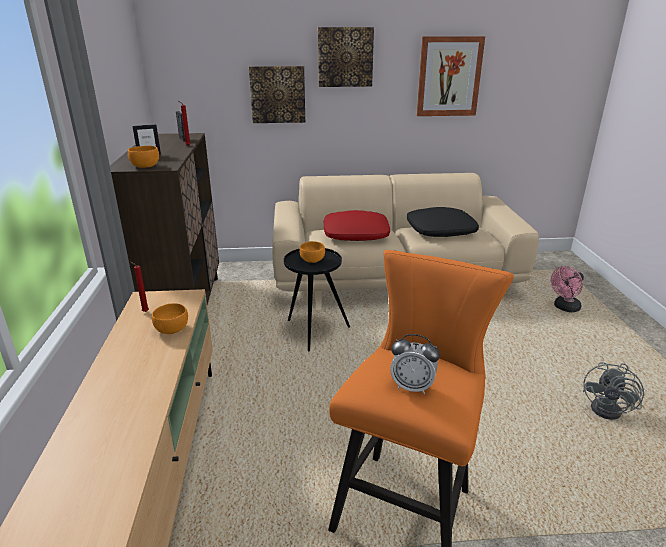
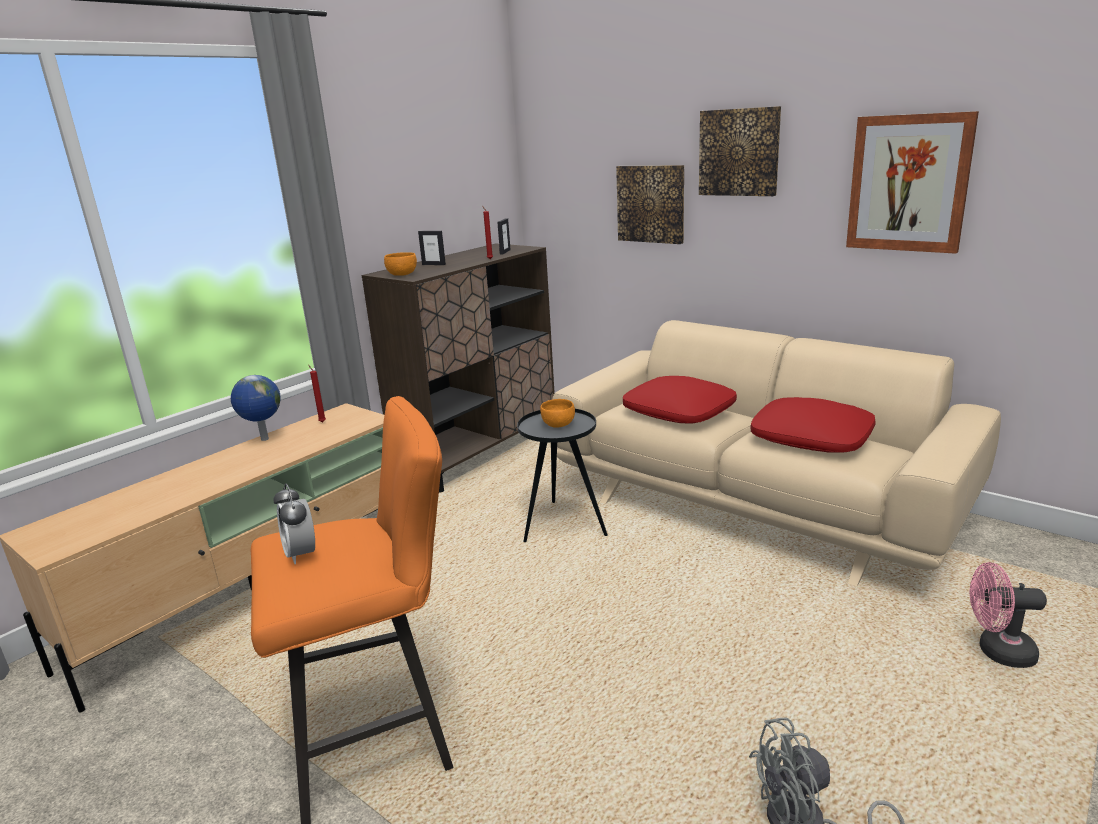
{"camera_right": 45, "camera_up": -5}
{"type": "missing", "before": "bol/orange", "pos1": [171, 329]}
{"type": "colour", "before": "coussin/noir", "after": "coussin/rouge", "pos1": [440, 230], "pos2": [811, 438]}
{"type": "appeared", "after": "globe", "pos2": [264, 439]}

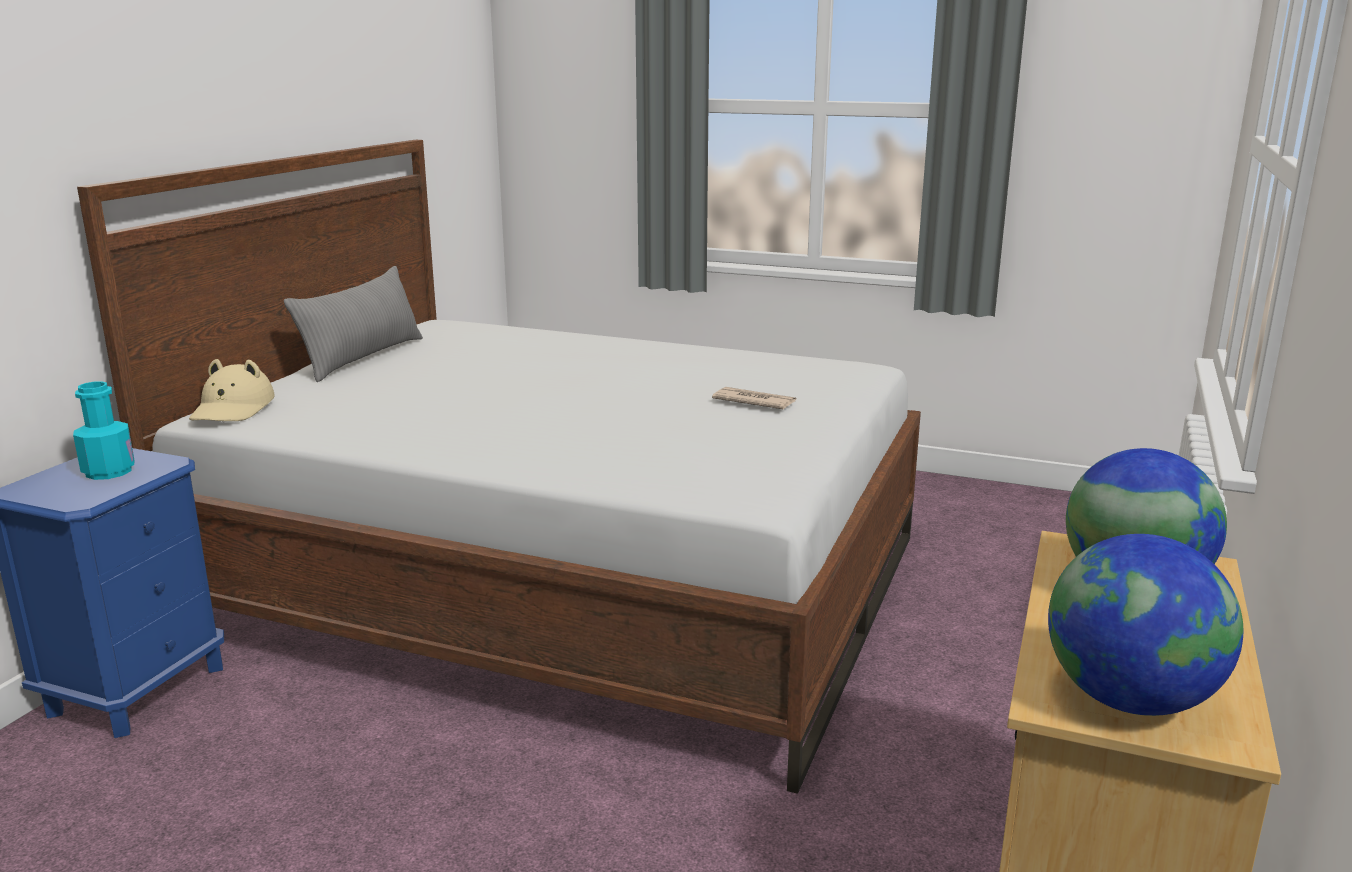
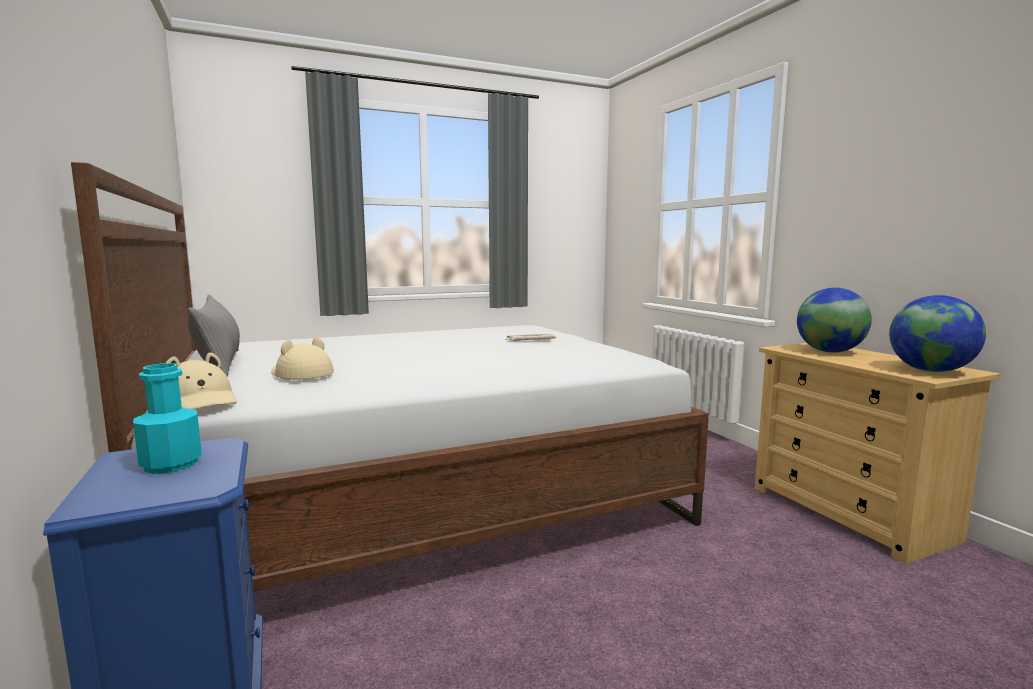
{"camera_right": -45, "camera_up": -10}
{"type": "appeared", "after": "chapeau/beige", "pos2": [300, 374]}

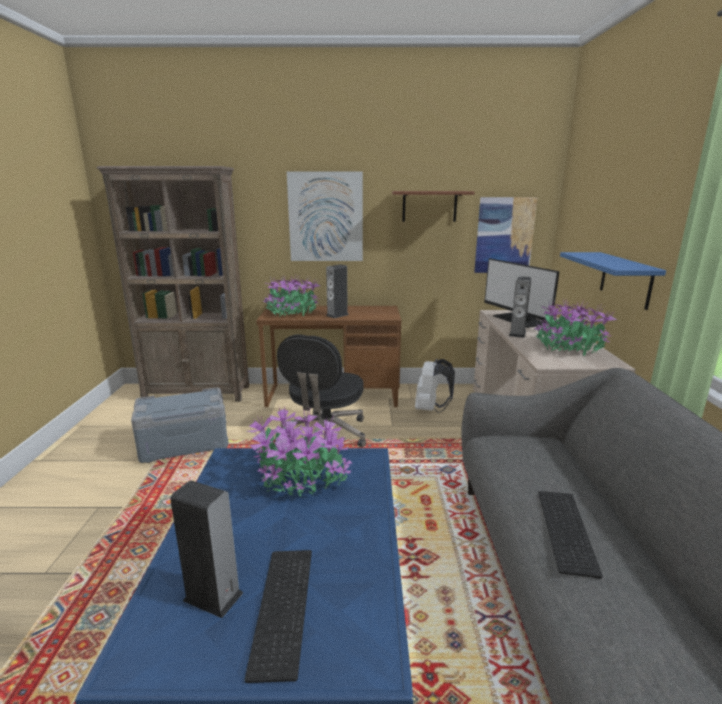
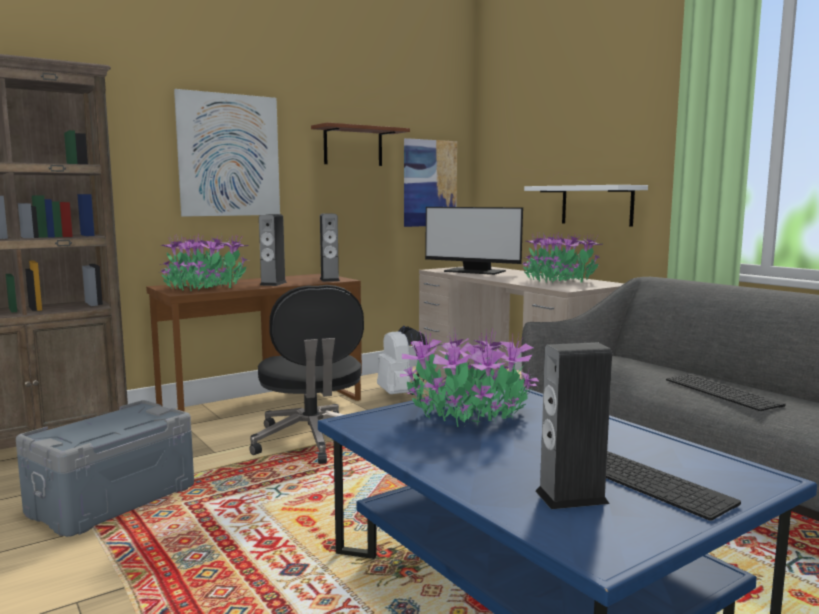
{"camera_right": -35, "camera_up": -10}
{"type": "relocated", "before": "enceinte", "pos1": [517, 333], "pos2": [329, 279]}
{"type": "colour", "before": "étagère/bleu", "after": "étagère/blanc", "pos1": [625, 279], "pos2": [596, 205]}

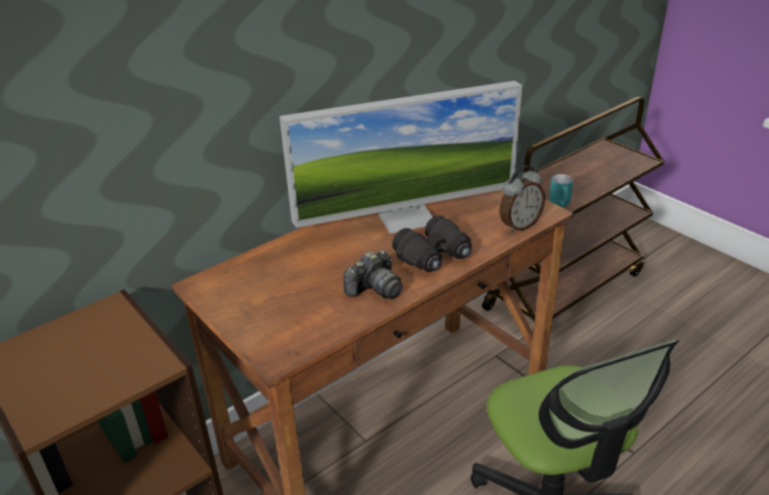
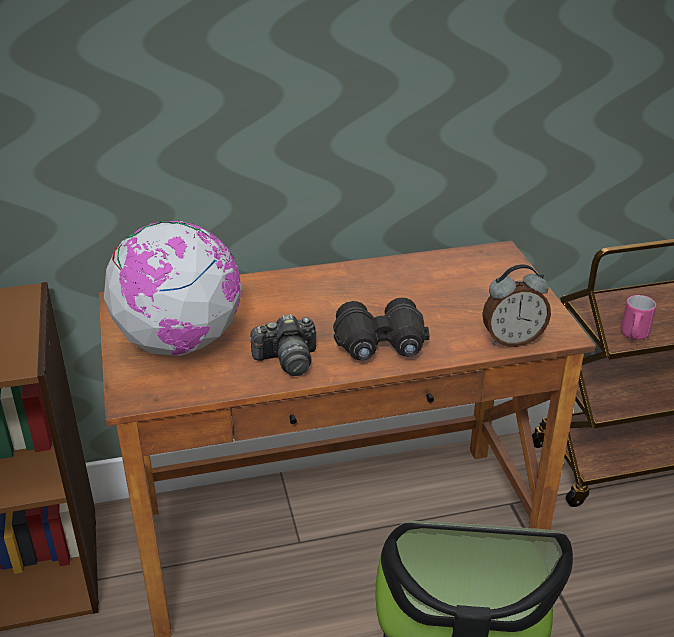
{"camera_right": 25, "camera_up": 0}
{"type": "missing", "before": "écran d'ordinateur", "pos1": [405, 218]}
{"type": "colour", "before": "mug/turquoise", "after": "mug/rose", "pos1": [560, 204], "pos2": [634, 336]}
{"type": "appeared", "after": "globe", "pos2": [180, 342]}

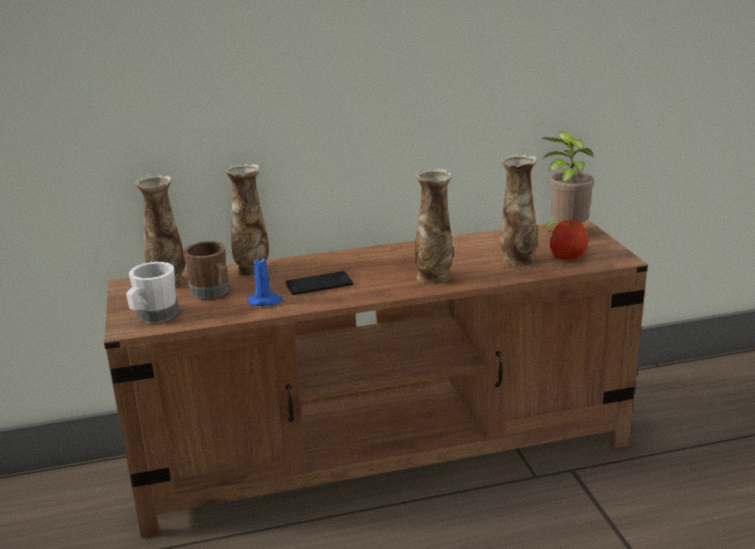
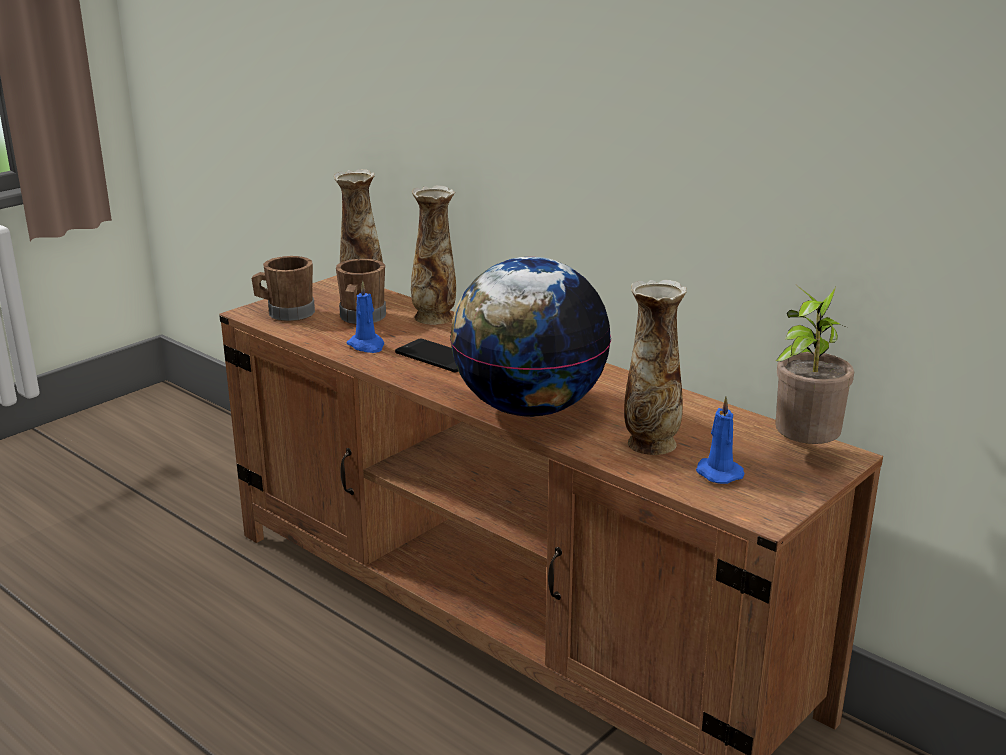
{"camera_right": 55, "camera_up": 0}
{"type": "colour", "before": "mug/blanc", "after": "mug/marron", "pos1": [154, 316], "pos2": [286, 313]}
{"type": "exchanged", "before": "vase", "after": "globe", "pos1": [433, 278], "pos2": [528, 408]}
{"type": "exchanged", "before": "pomme", "after": "bougie/bleu", "pos1": [568, 255], "pos2": [717, 473]}

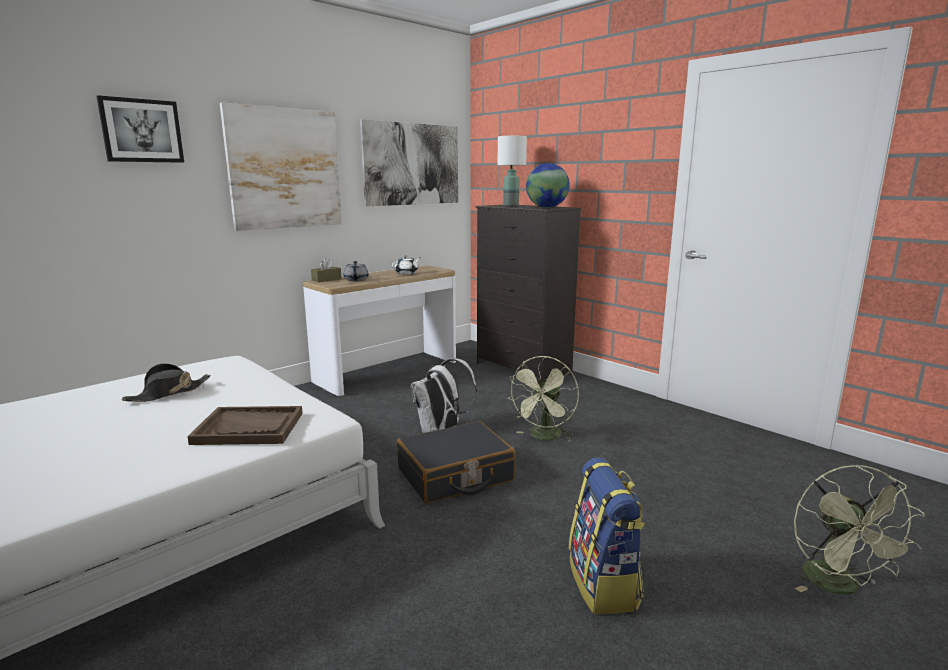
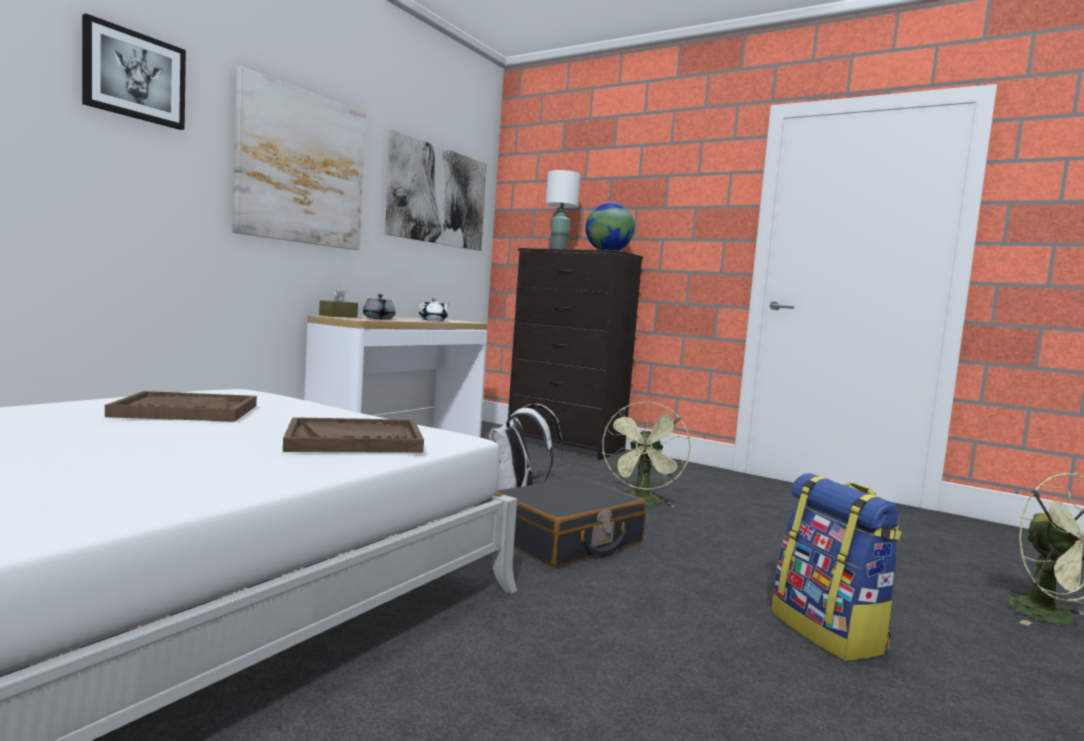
{"camera_right": -15, "camera_up": -10}
{"type": "exchanged", "before": "chapeau/noir", "after": "plateau/marron", "pos1": [168, 393], "pos2": [186, 411]}

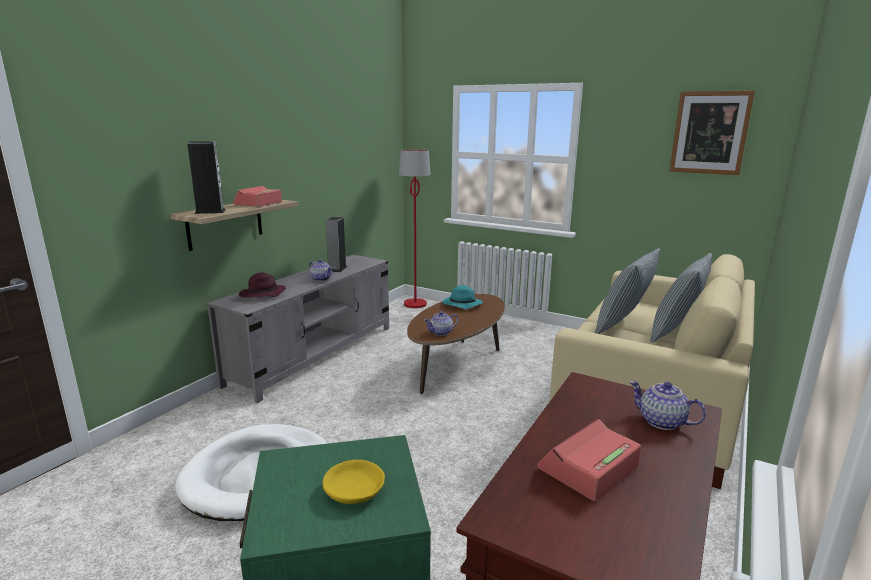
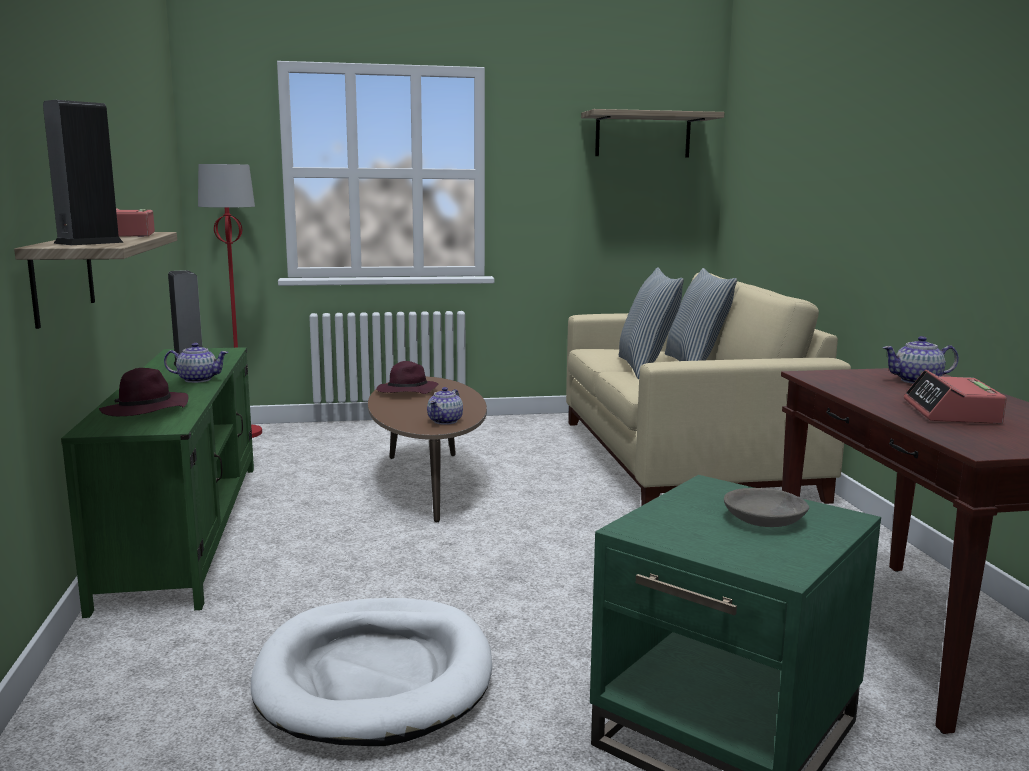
{"camera_right": -40, "camera_up": -5}
{"type": "colour", "before": "meuble télé/gris", "after": "meuble télé/vert", "pos1": [315, 354], "pos2": [186, 527]}
{"type": "colour", "before": "bol/jaune", "after": "bol/gris", "pos1": [354, 491], "pos2": [765, 519]}
{"type": "colour", "before": "chapeau/turquoise", "after": "chapeau/violet", "pos1": [461, 304], "pos2": [406, 392]}
{"type": "exchanged", "before": "tableau", "after": "étagère", "pos1": [710, 133], "pos2": [643, 135]}

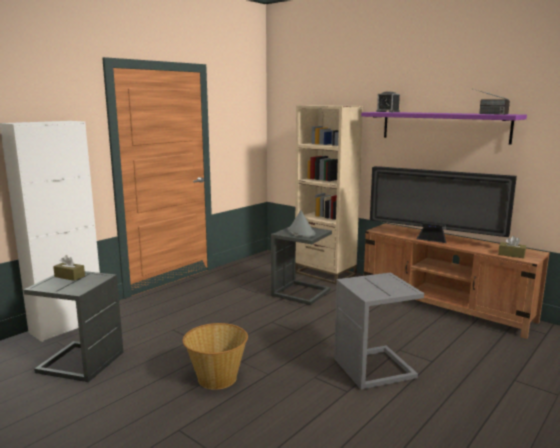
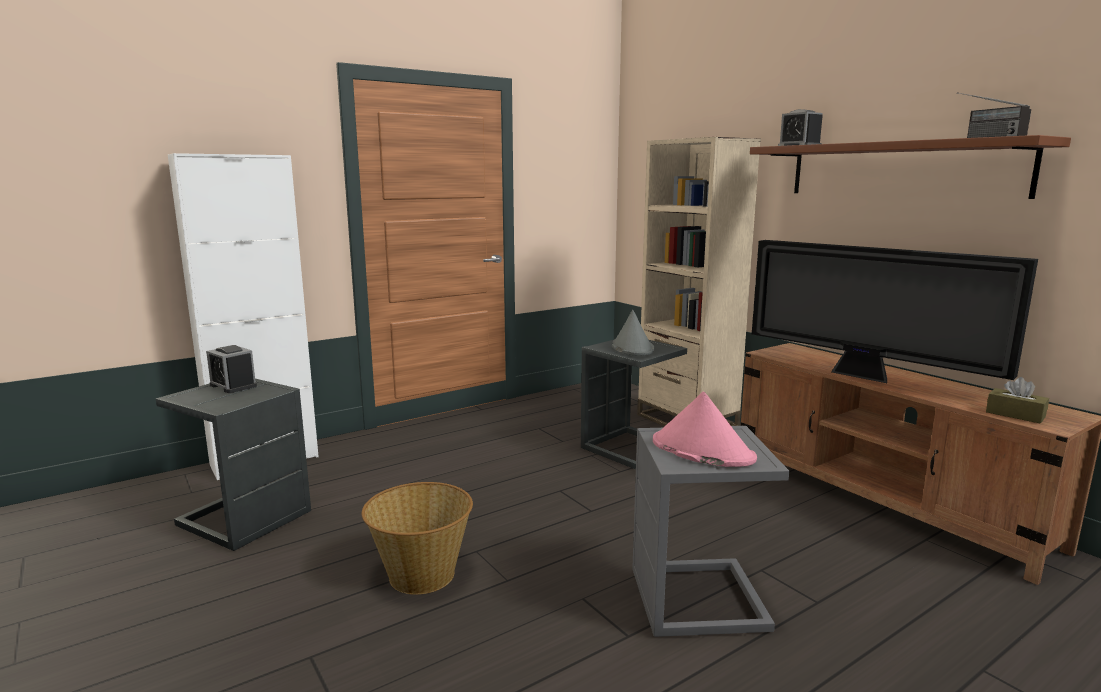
{"camera_right": 15, "camera_up": 0}
{"type": "exchanged", "before": "boîte à mouchoirs/marron", "after": "réveil", "pos1": [69, 276], "pos2": [233, 386]}
{"type": "colour", "before": "étagère/violet", "after": "étagère/marron", "pos1": [443, 126], "pos2": [901, 169]}
{"type": "appeared", "after": "chapeau/rose", "pos2": [701, 450]}

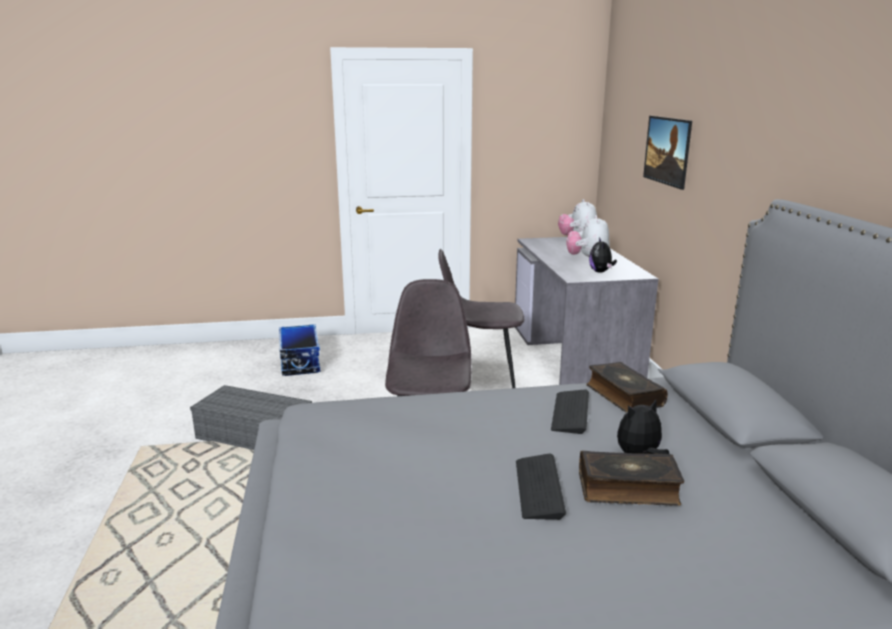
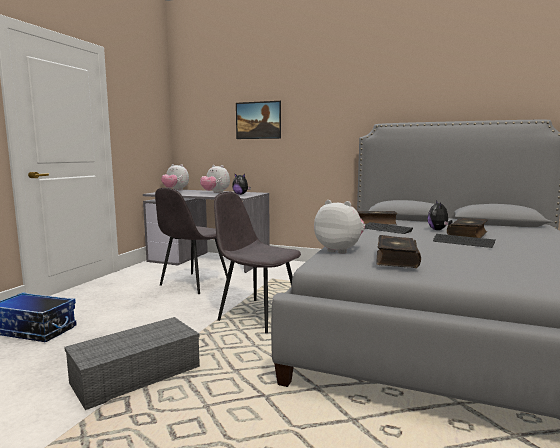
{"camera_right": -60, "camera_up": -10}
{"type": "appeared", "after": "peluche", "pos2": [340, 250]}
{"type": "appeared", "after": "livre", "pos2": [396, 259]}

